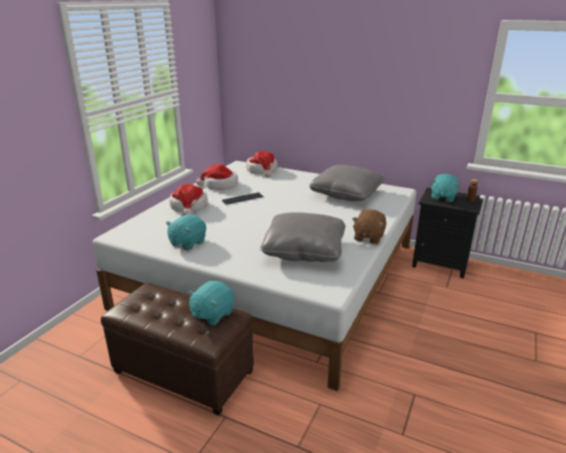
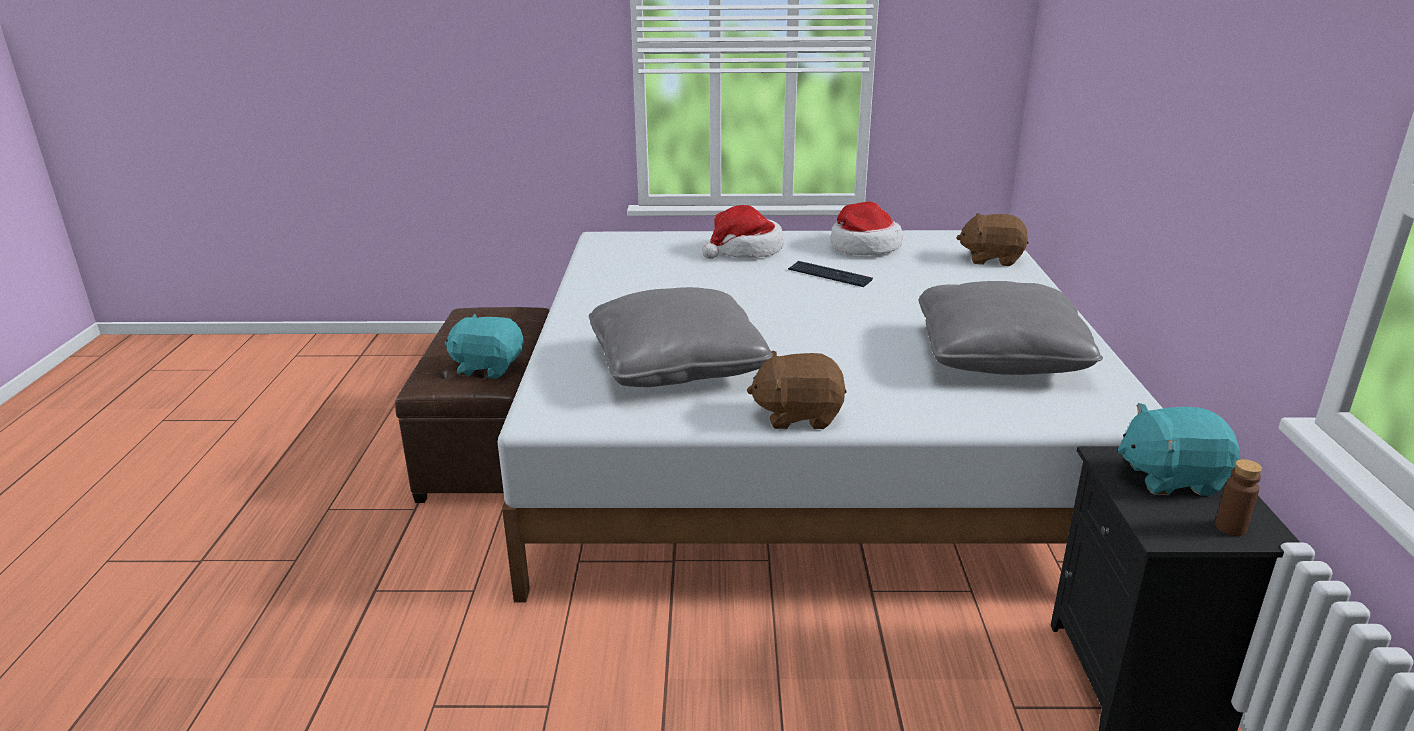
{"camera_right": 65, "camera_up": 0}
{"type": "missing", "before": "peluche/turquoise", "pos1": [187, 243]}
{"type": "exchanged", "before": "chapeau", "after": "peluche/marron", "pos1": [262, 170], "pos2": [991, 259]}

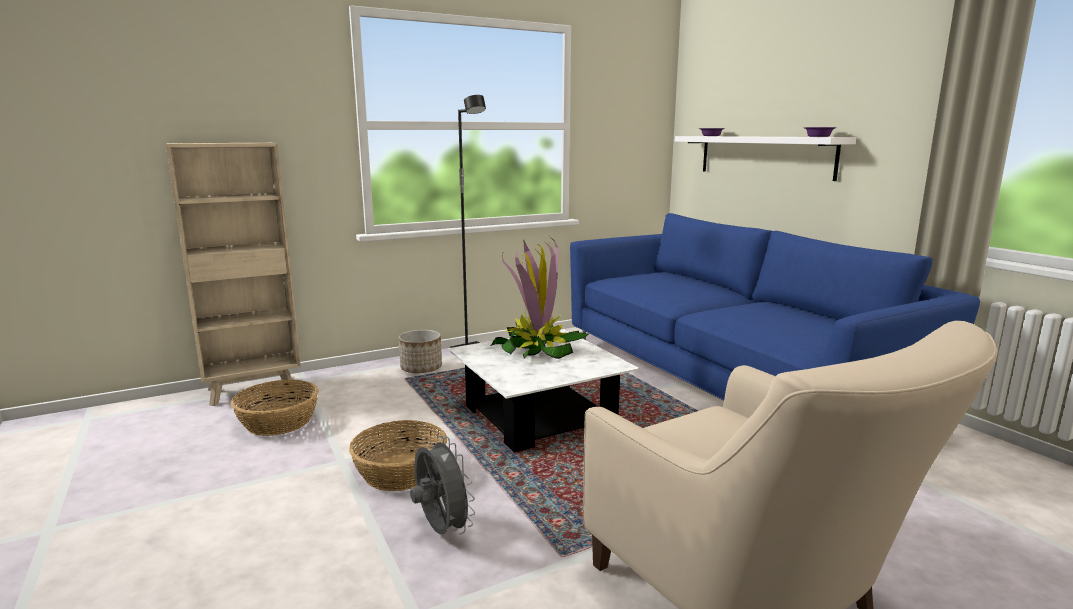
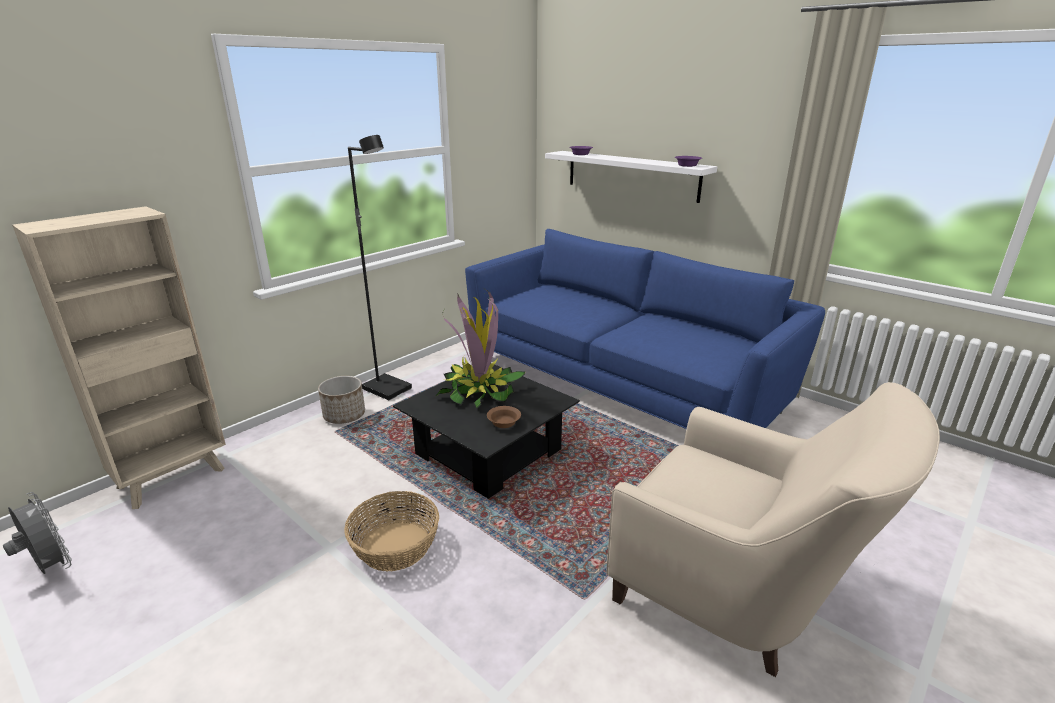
{"camera_right": -20, "camera_up": 10}
{"type": "missing", "before": "panier", "pos1": [279, 422]}
{"type": "relocated", "before": "ventilateur/gris", "pos1": [441, 530], "pos2": [50, 568]}
{"type": "colour", "before": "table basse/blanc", "after": "table basse/noir", "pos1": [539, 416], "pos2": [488, 452]}
{"type": "appeared", "after": "bol/marron", "pos2": [504, 423]}

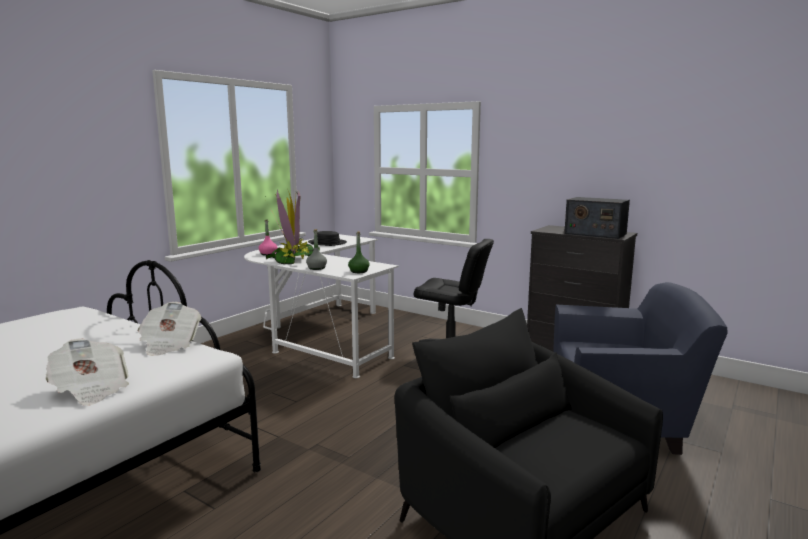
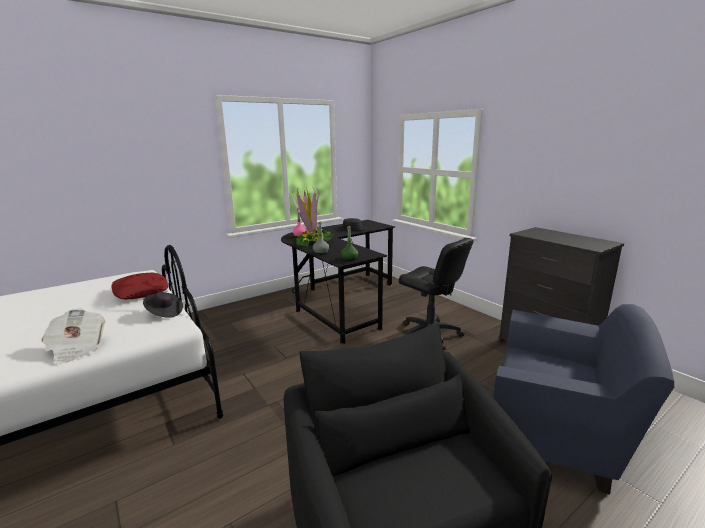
{"camera_right": 20, "camera_up": 5}
{"type": "exchanged", "before": "journal", "after": "chapeau/noir", "pos1": [169, 344], "pos2": [164, 313]}
{"type": "colour", "before": "bureau/blanc", "after": "bureau/noir", "pos1": [322, 336], "pos2": [339, 301]}
{"type": "missing", "before": "radio", "pos1": [595, 234]}
{"type": "appeared", "after": "coussin/rouge", "pos2": [141, 291]}

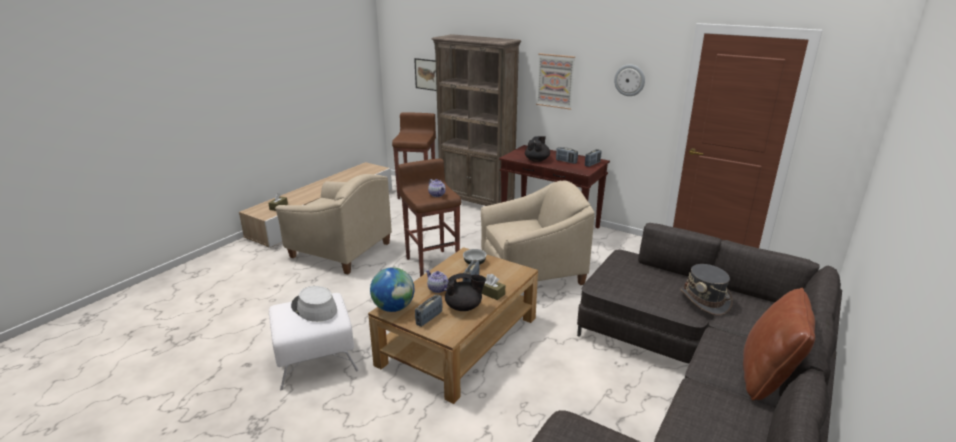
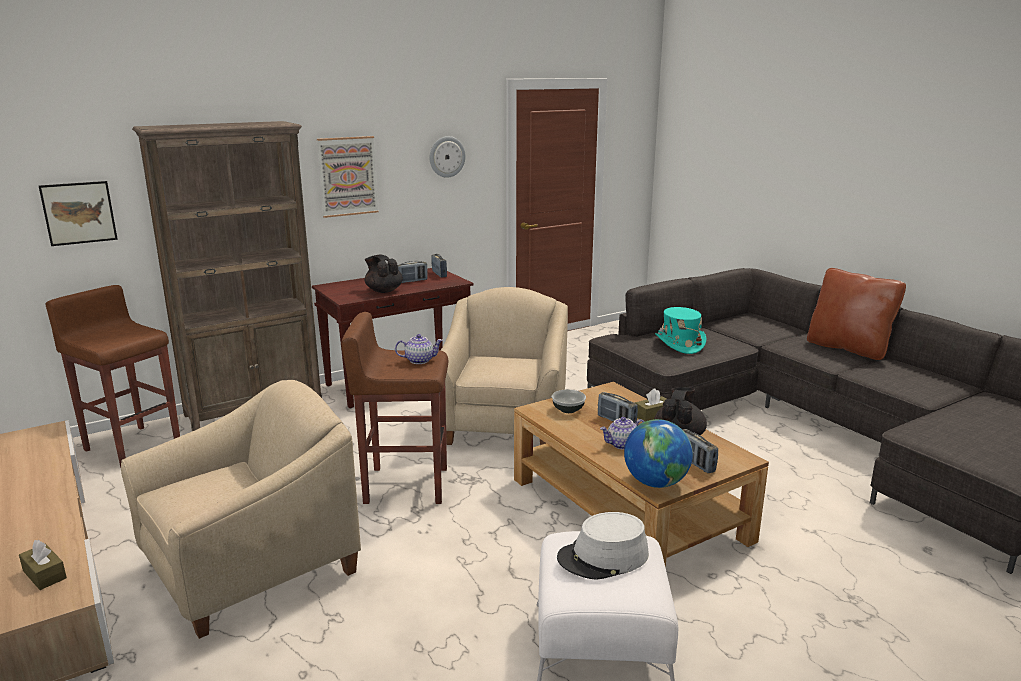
{"camera_right": -65, "camera_up": -5}
{"type": "missing", "before": "chapeau/gris", "pos1": [704, 300]}
{"type": "appeared", "after": "chapeau/turquoise", "pos2": [679, 344]}

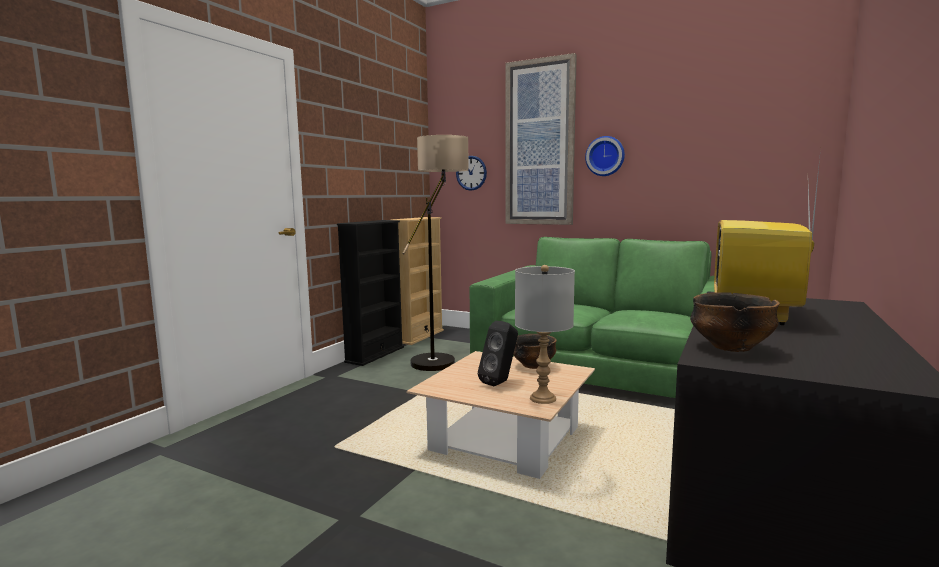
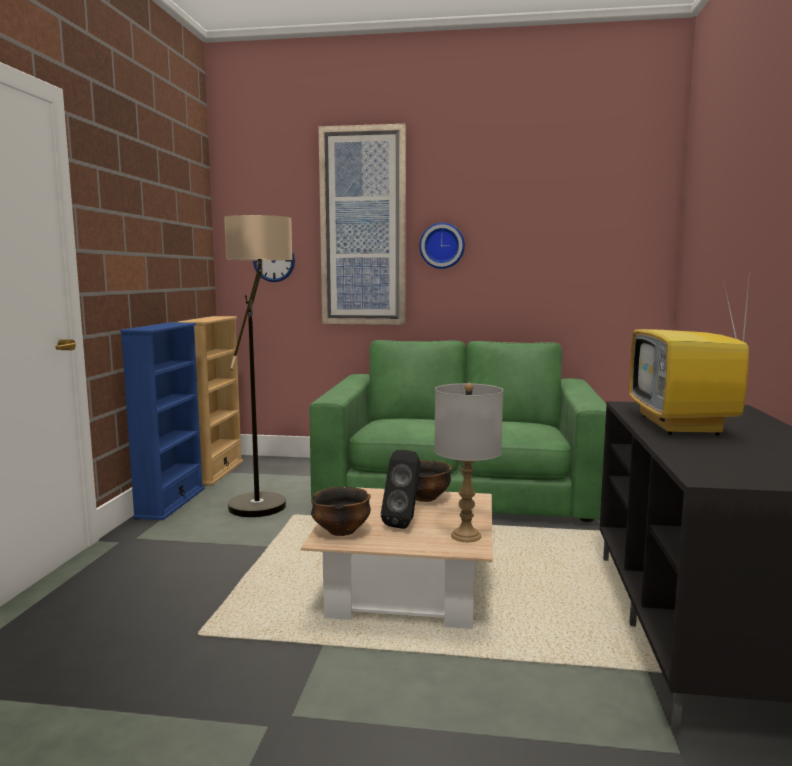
{"camera_right": -20, "camera_up": 0}
{"type": "colour", "before": "bibliothèque/noir", "after": "bibliothèque/bleu", "pos1": [375, 354], "pos2": [170, 503]}
{"type": "relocated", "before": "bol", "pos1": [730, 347], "pos2": [341, 531]}

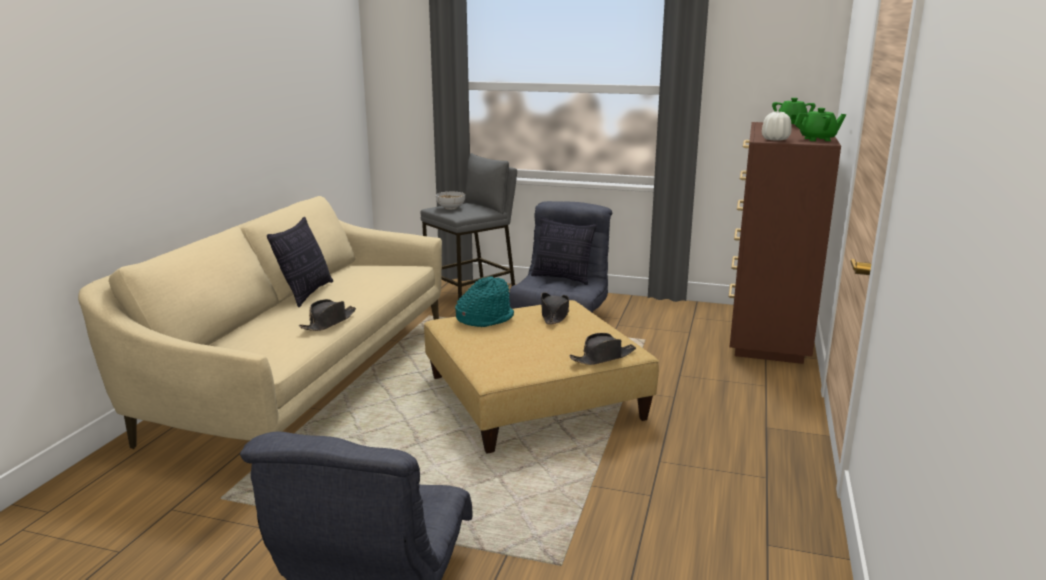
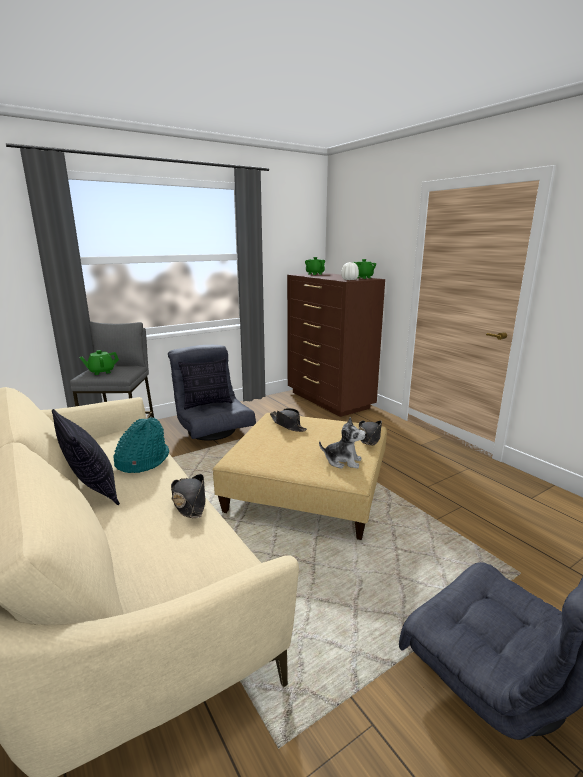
{"camera_right": -50, "camera_up": 0}
{"type": "exchanged", "before": "bol", "after": "théière/vert", "pos1": [451, 208], "pos2": [101, 372]}
{"type": "relocated", "before": "chapeau/turquoise", "pos1": [485, 319], "pos2": [142, 461]}
{"type": "appeared", "after": "peluche", "pos2": [343, 461]}

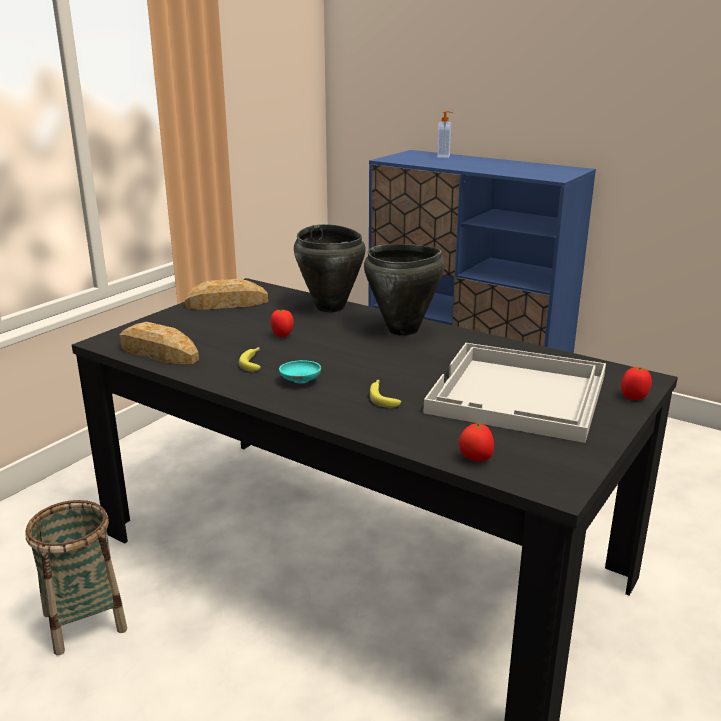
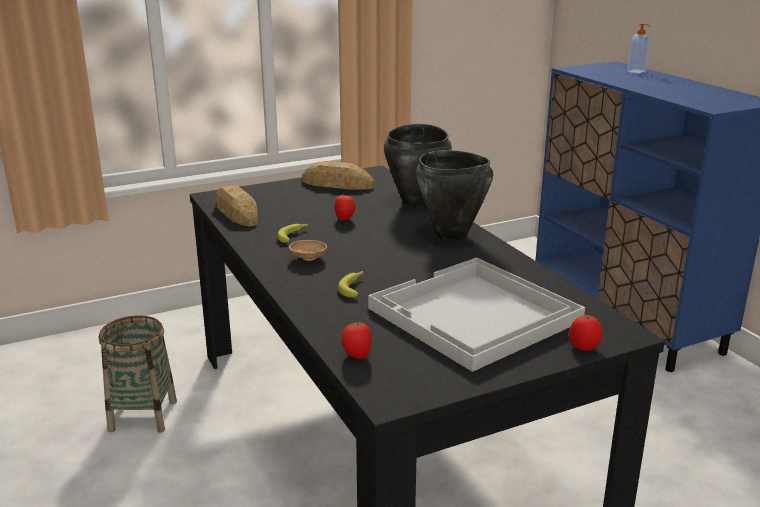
{"camera_right": 30, "camera_up": 0}
{"type": "colour", "before": "bol/turquoise", "after": "bol/marron", "pos1": [300, 381], "pos2": [308, 258]}

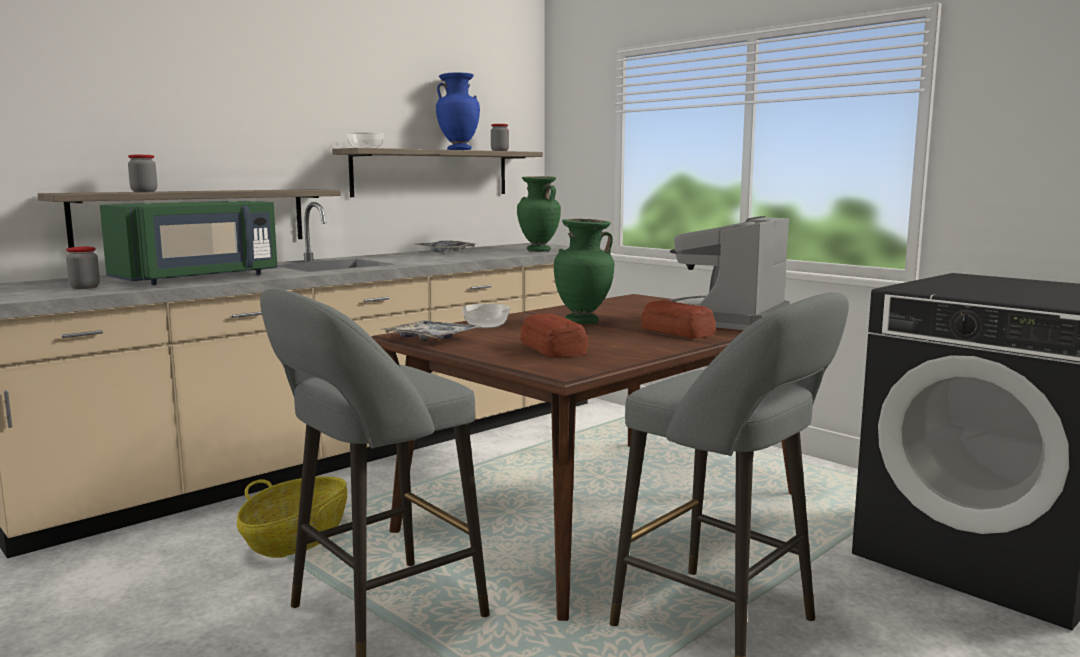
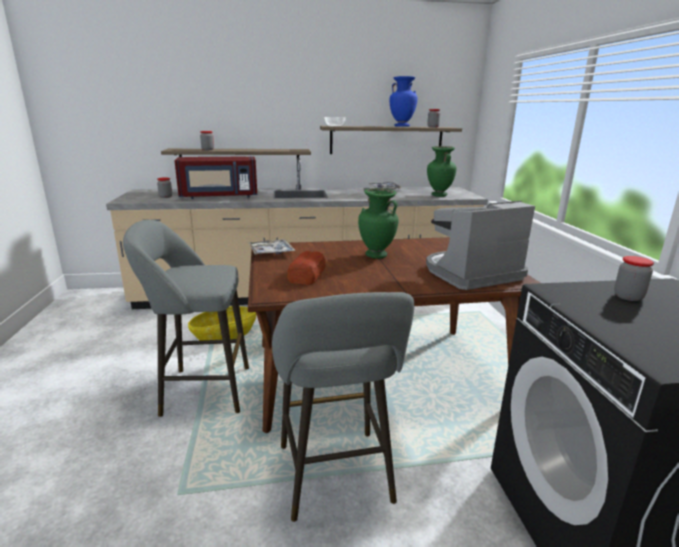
{"camera_right": 35, "camera_up": 10}
{"type": "colour", "before": "micro-ondes/vert", "after": "micro-ondes/rouge", "pos1": [199, 278], "pos2": [219, 196]}
{"type": "missing", "before": "bol", "pos1": [485, 326]}
{"type": "missing", "before": "pain", "pos1": [677, 332]}
{"type": "appeared", "after": "bocal", "pos2": [628, 297]}

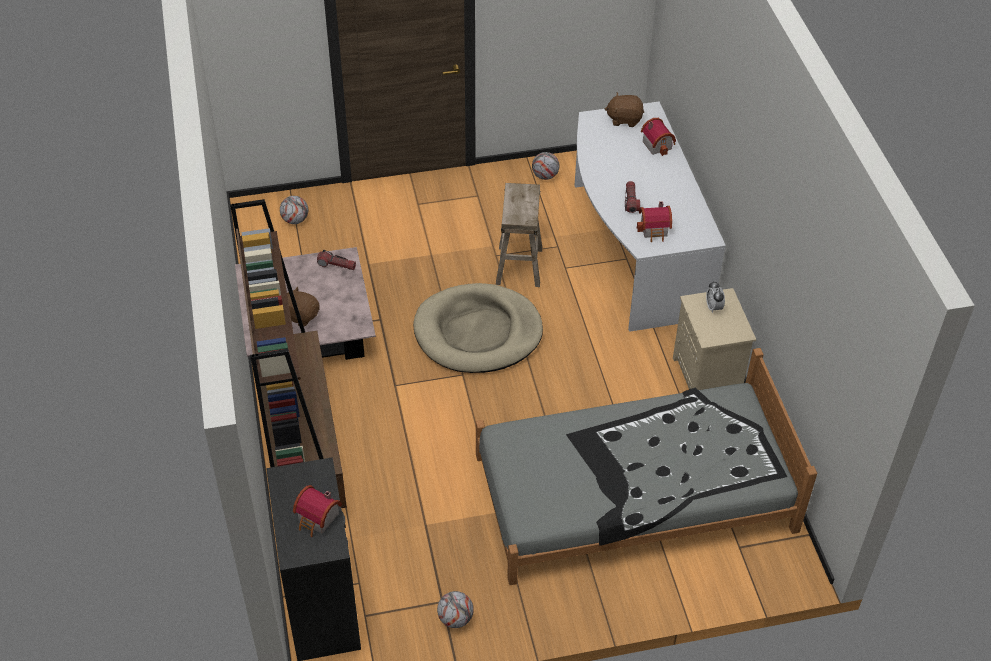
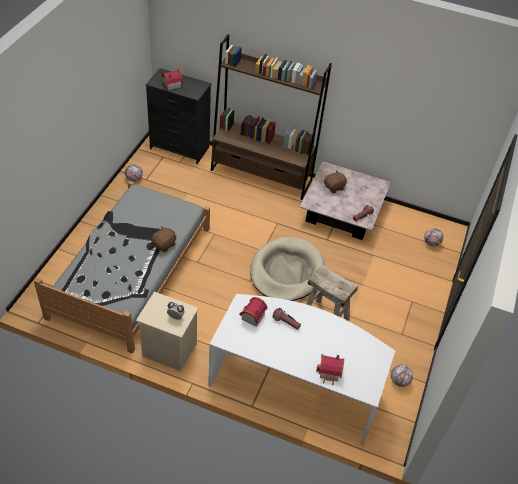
{"camera_right": 120, "camera_up": 0}
{"type": "relocated", "before": "peluche/marron", "pos1": [624, 119], "pos2": [164, 245]}

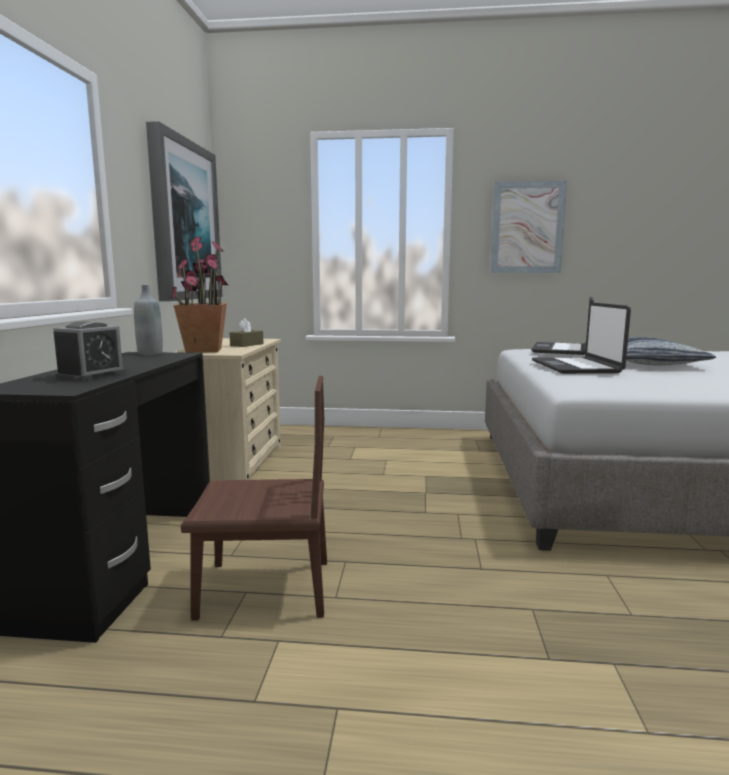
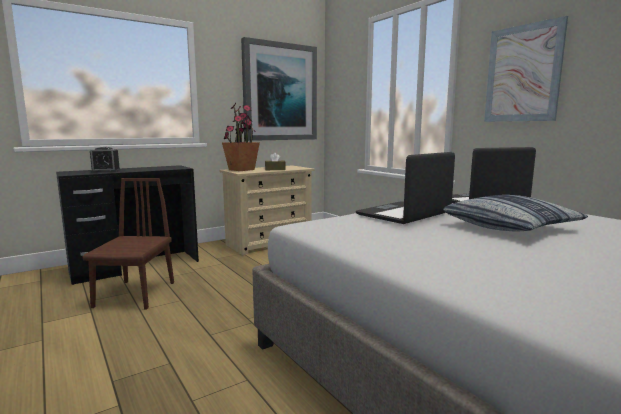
{"camera_right": 50, "camera_up": 0}
{"type": "missing", "before": "bouteille/gris", "pos1": [150, 353]}
{"type": "spun", "before": "chaise/marron", "pos1": [264, 589], "pos2": [135, 294], "turn": -135}

